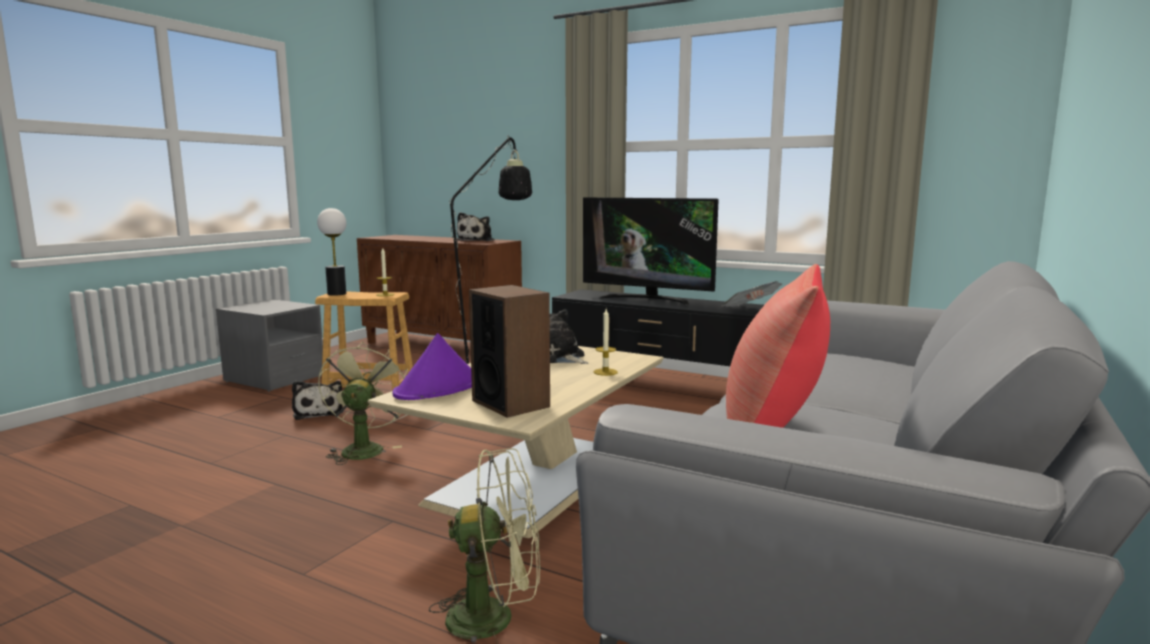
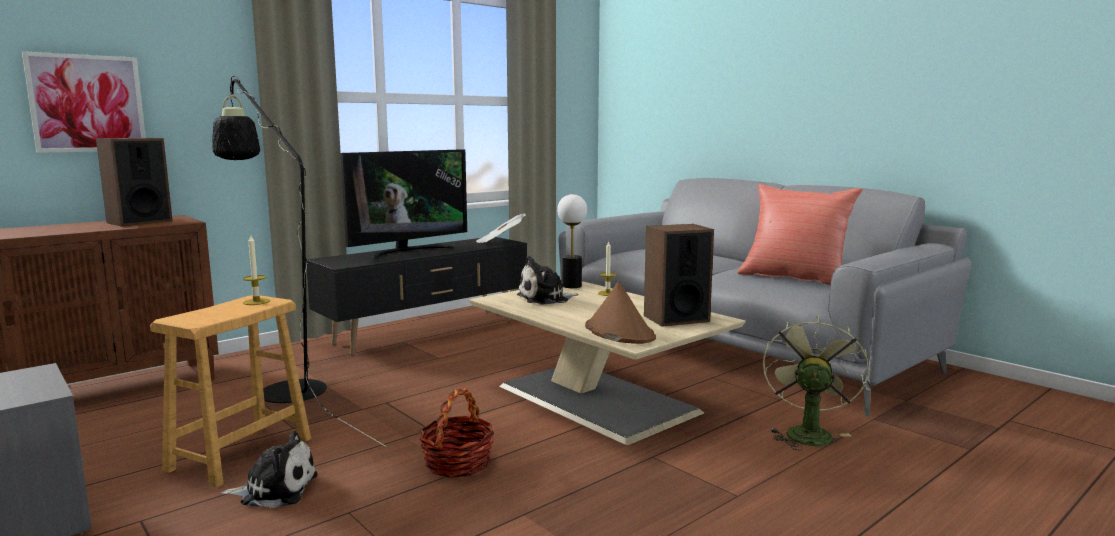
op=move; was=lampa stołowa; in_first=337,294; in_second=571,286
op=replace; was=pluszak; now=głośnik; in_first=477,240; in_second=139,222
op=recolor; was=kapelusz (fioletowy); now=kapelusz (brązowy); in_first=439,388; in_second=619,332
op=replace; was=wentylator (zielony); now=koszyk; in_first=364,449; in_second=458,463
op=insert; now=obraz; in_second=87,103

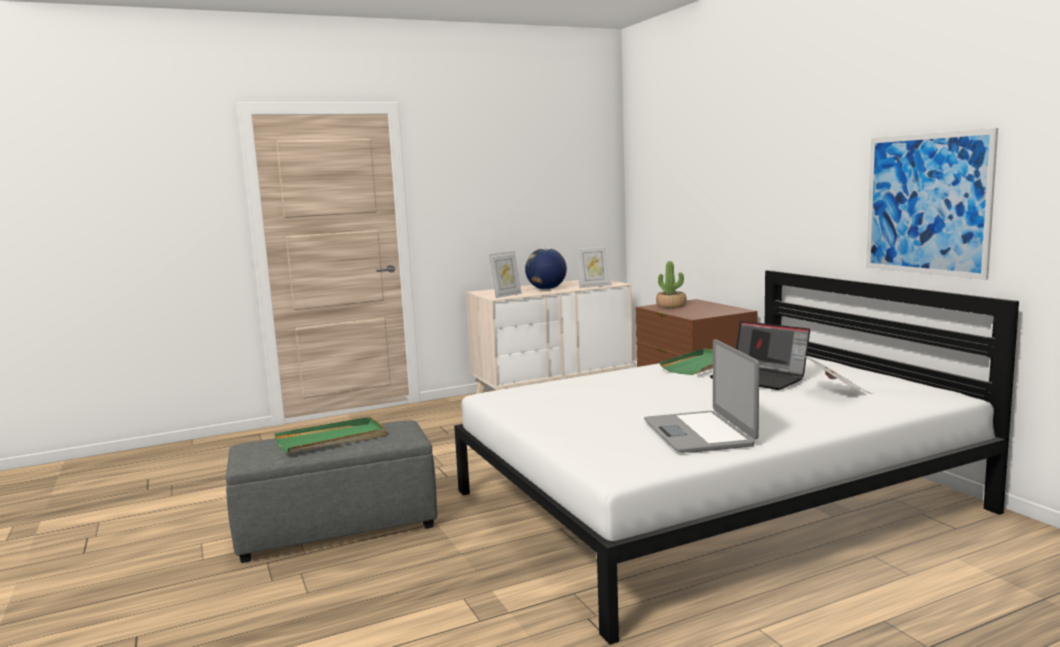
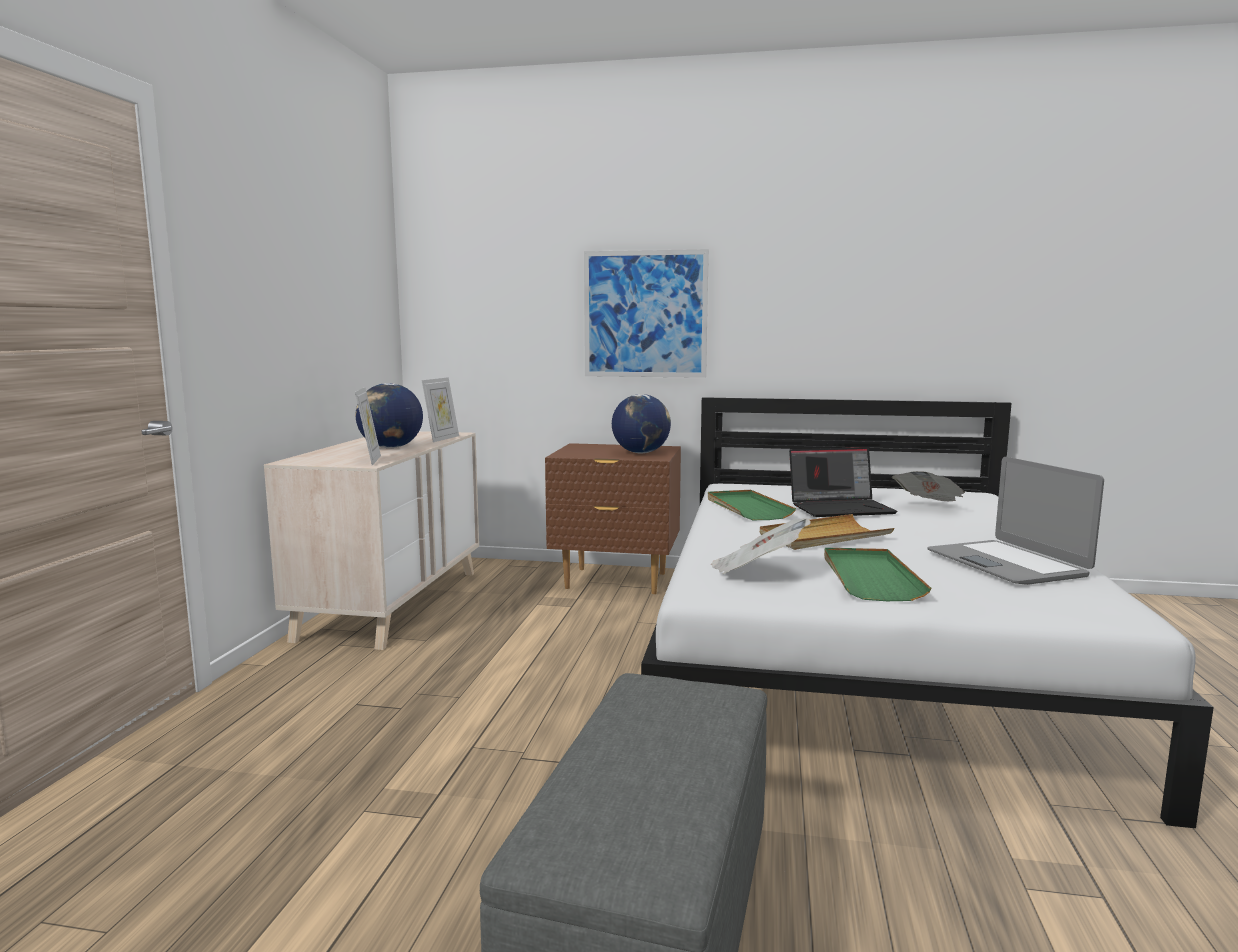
op=move; was=obraz; in_first=926,204; in_second=645,314
op=delete; was=roślina doniczkowa; in_first=671,306
op=rotate; was=laptop; in_first=699,433; in_second=1007,564; clockwise=45
op=move; was=taca (zielony); in_first=332,439; in_second=869,578
op=insert; now=globus; in_second=641,453
op=insert; now=taca (beżowy); in_second=824,537
op=insert; now=gazeta; in_second=757,571

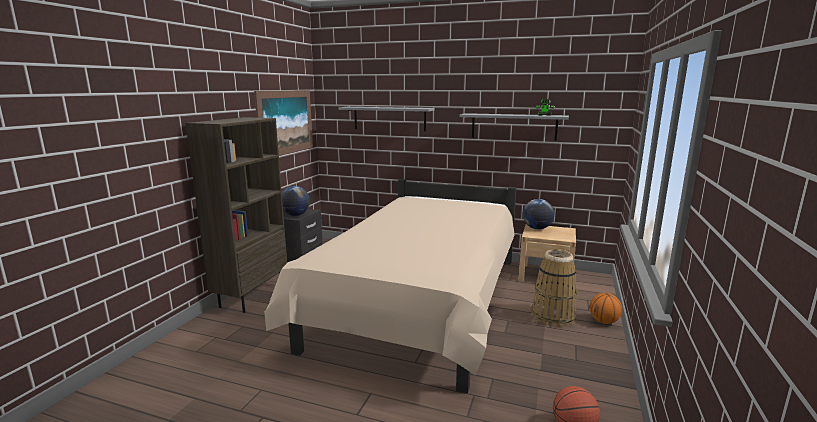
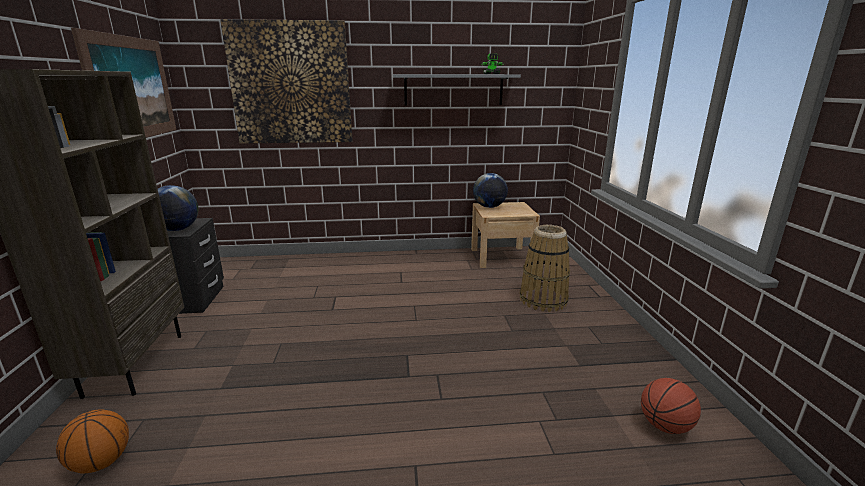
op=replace; was=półka (szary); now=obraz; in_first=389,118; in_second=291,84
op=delete; was=łóżko (beżowy); in_first=420,304
op=move; was=piłka do koszykówki; in_first=603,321; in_second=101,462

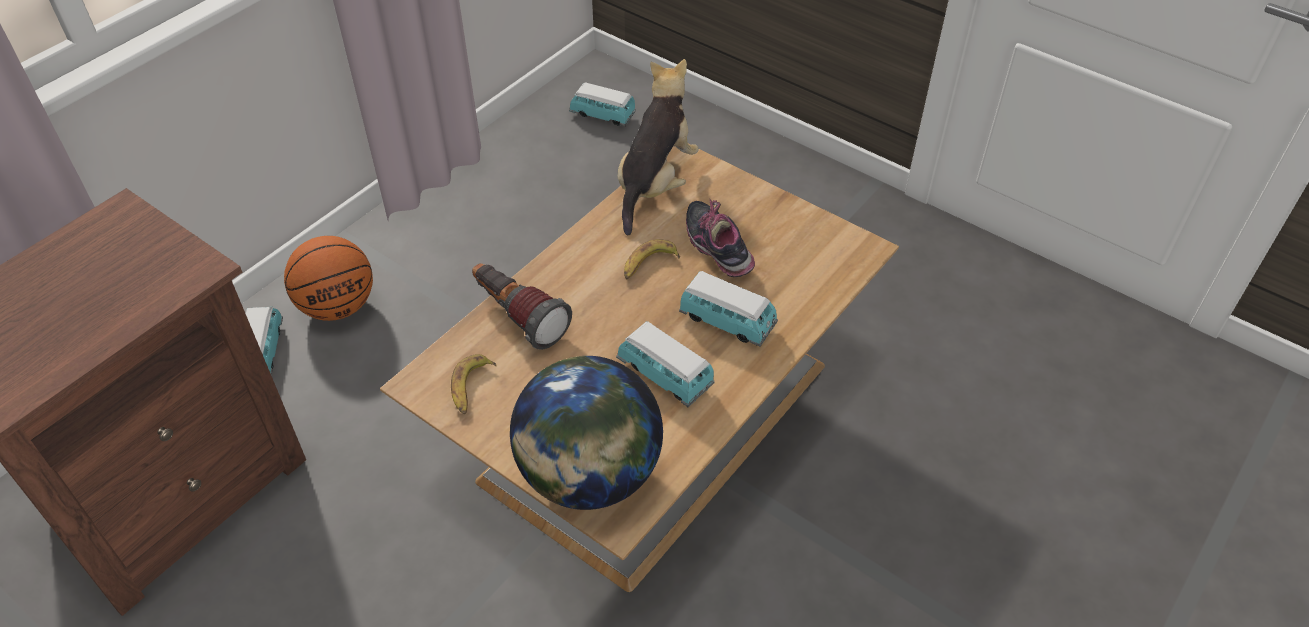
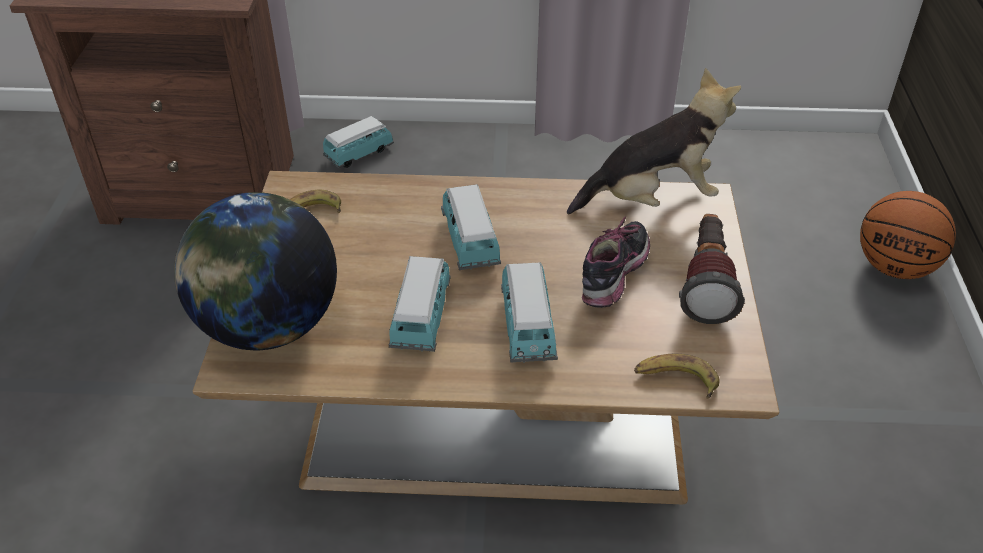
op=move; was=samochodzik; in_first=602,115; in_second=470,242
op=move; was=piłka do koszykówki; in_first=338,306; in_second=894,267
op=move; was=banan; in_first=648,265; in_second=675,380
op=move; was=latarka; in_first=518,317; in_second=706,283

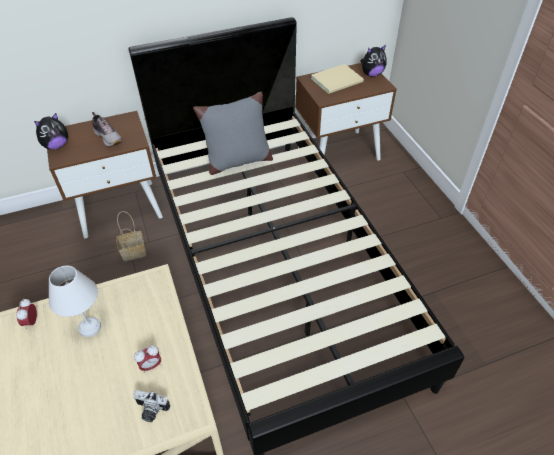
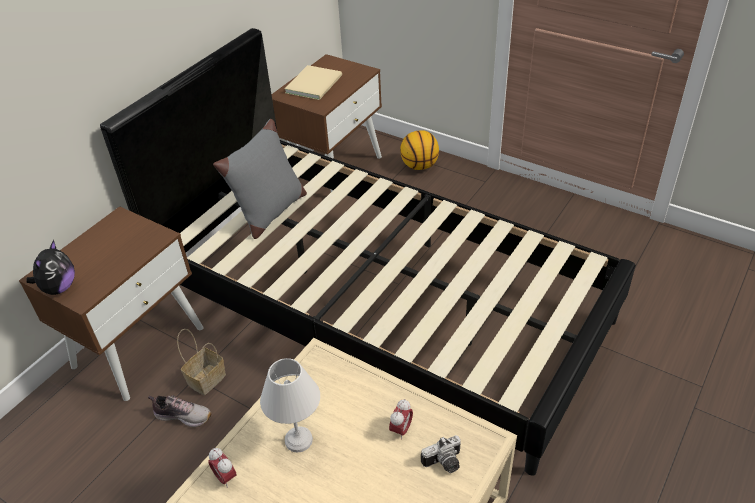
op=delete; was=pluszak; in_first=371,74
op=move; was=but; in_first=108,137; in_second=183,415
op=insert; now=piłka do koszykówki; in_second=419,166

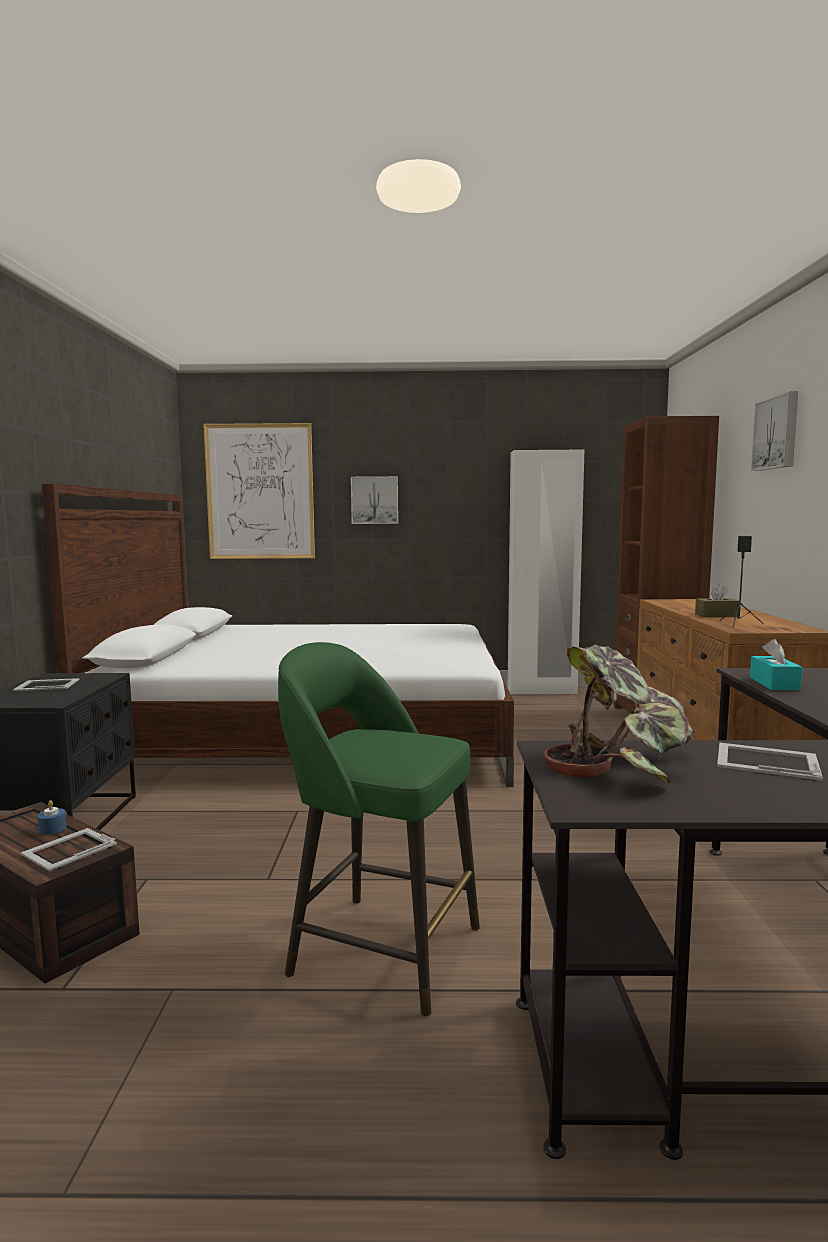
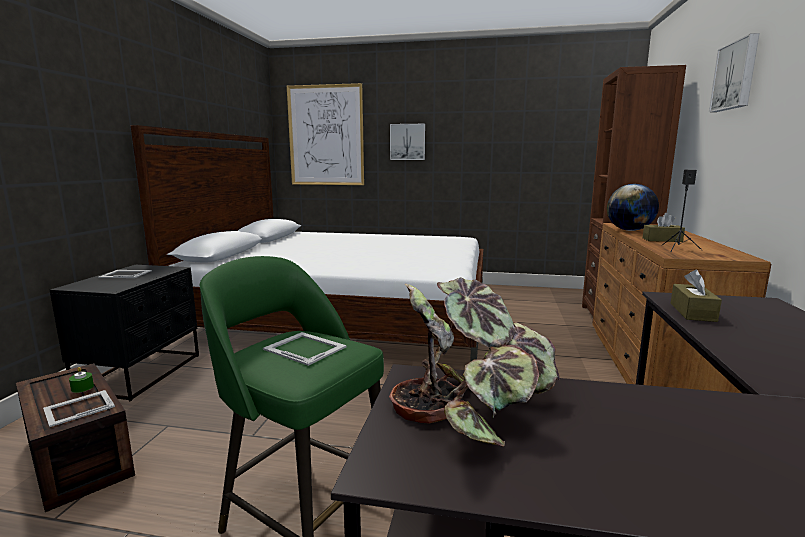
op=delete; was=szafa (biały); in_first=542,691
op=recolor; was=pudełko chusteczek (turkusowy); now=pudełko chusteczek (brązowy); in_first=774,683; in_second=692,312
op=move; was=ramka na zdjęcie; in_first=765,760; in_second=304,347
op=recolor; was=świeca (niebieski); now=świeca (zielony); in_first=52,829; in_second=82,388
op=insert; now=globus; in_second=629,230

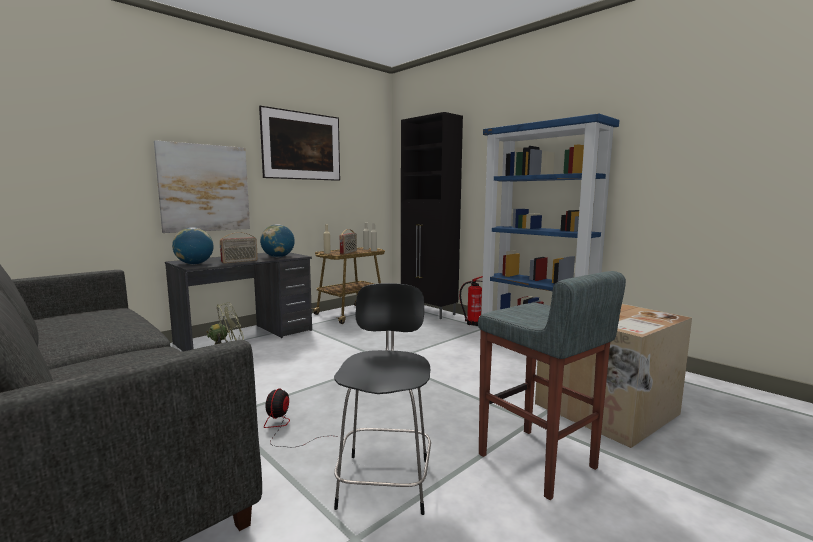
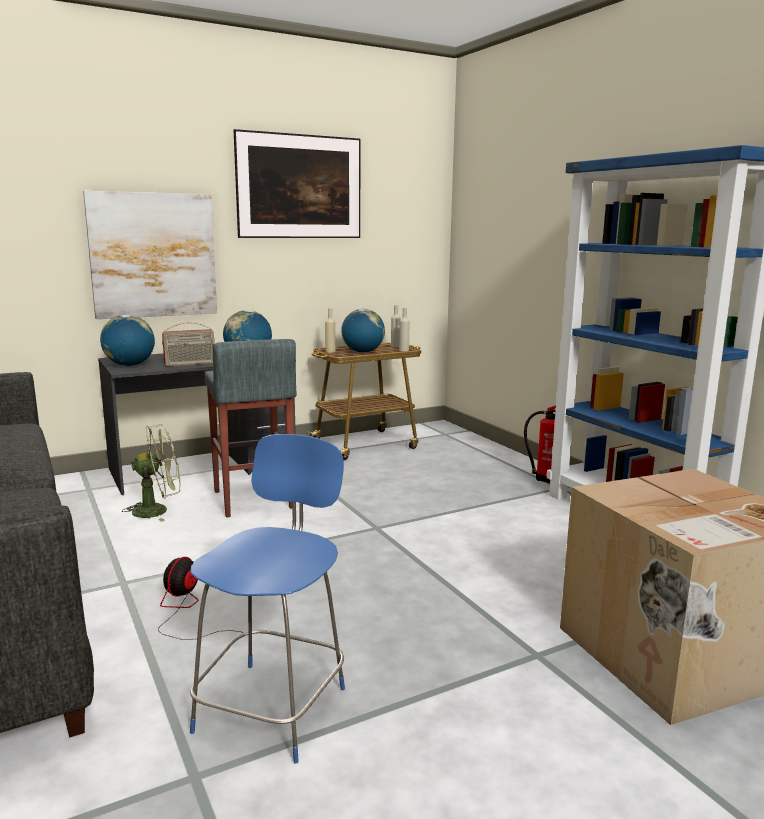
op=delete; was=szafka (czarny); in_first=429,312
op=replace; was=radio; now=globus; in_first=349,252; in_second=363,352
op=move; was=stołek (szary); in_first=537,462; in_second=252,500
op=recolor; was=krzesło (czarny); now=krzesło (niebieski); in_first=385,480; in_second=274,705

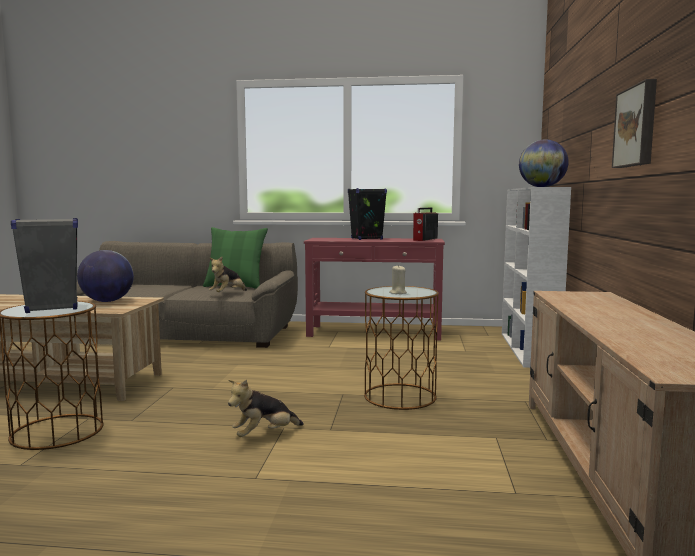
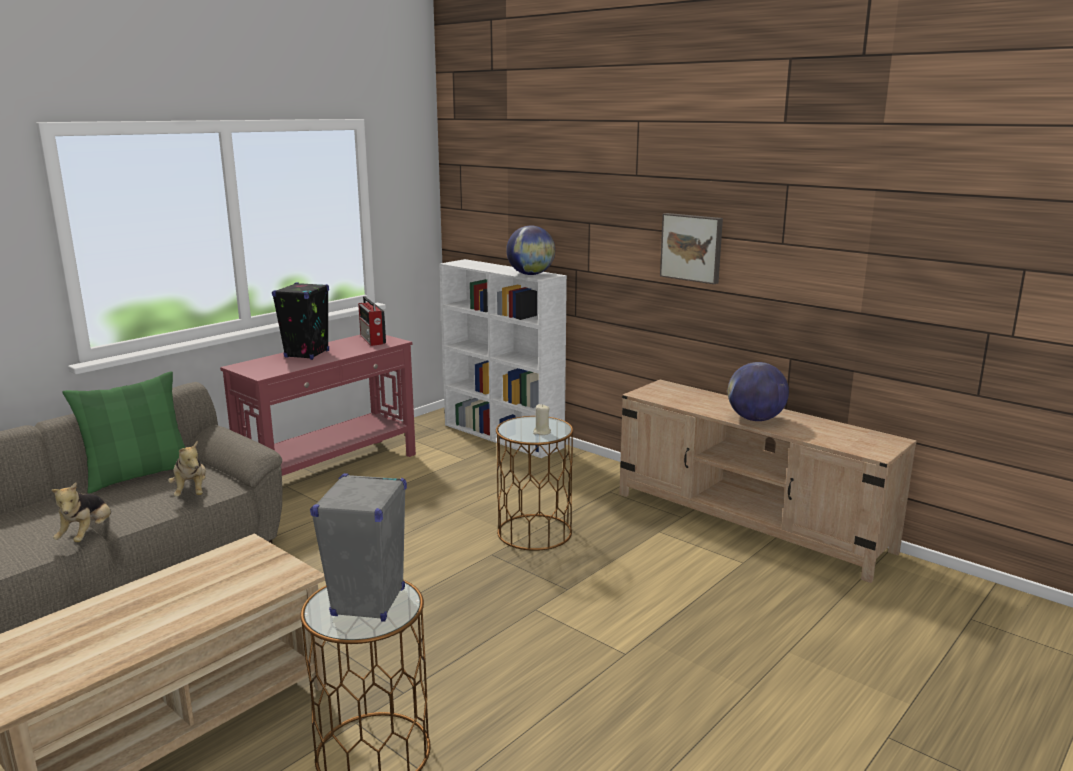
op=move; was=globus; in_first=107,301; in_second=755,419
op=move; was=pluszak; in_first=264,435; in_second=87,535

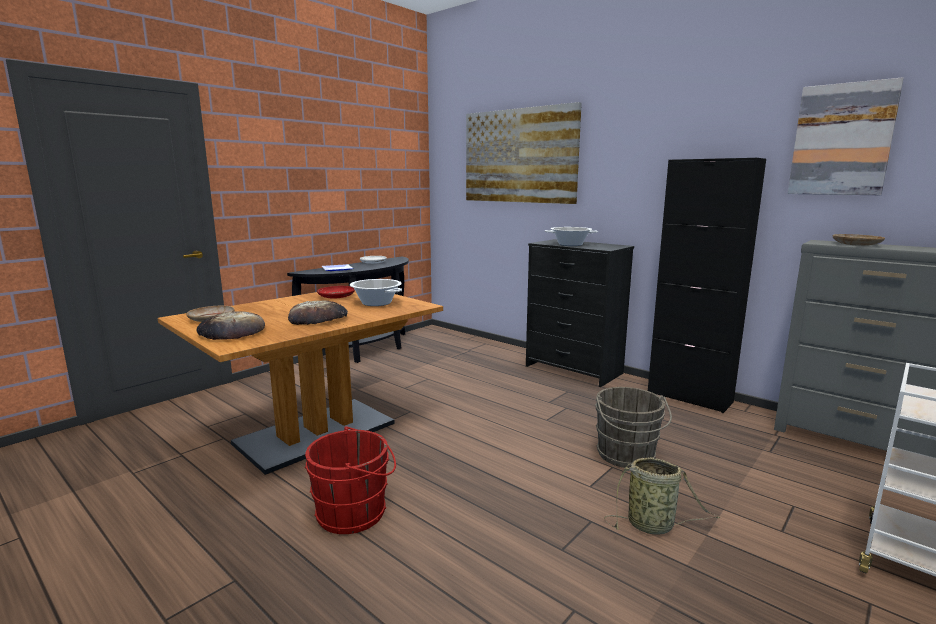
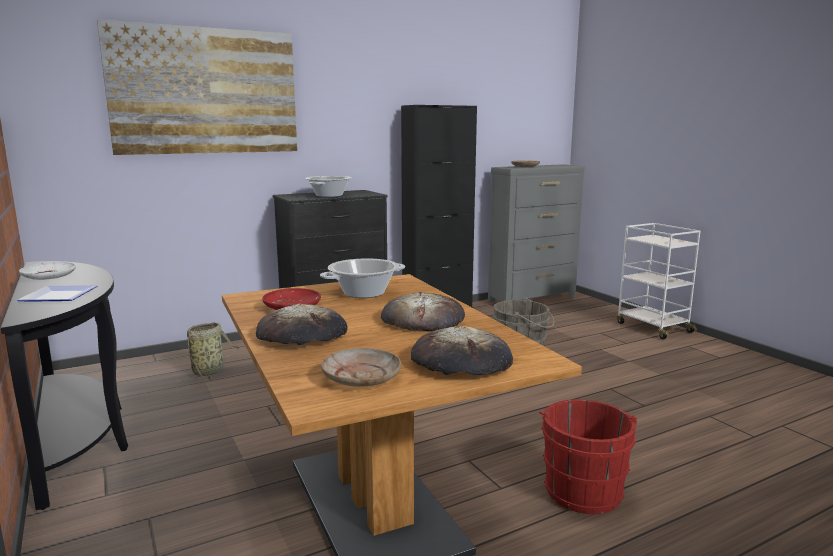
op=delete; was=obraz; in_first=842,140
op=move; was=koszyk; in_first=653,525; in_second=210,371
op=insert; now=chleb; in_second=302,334

